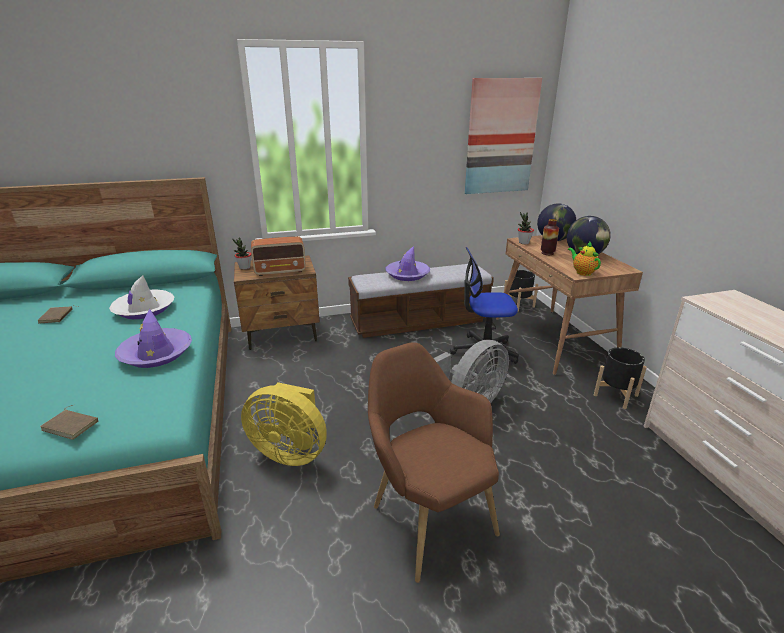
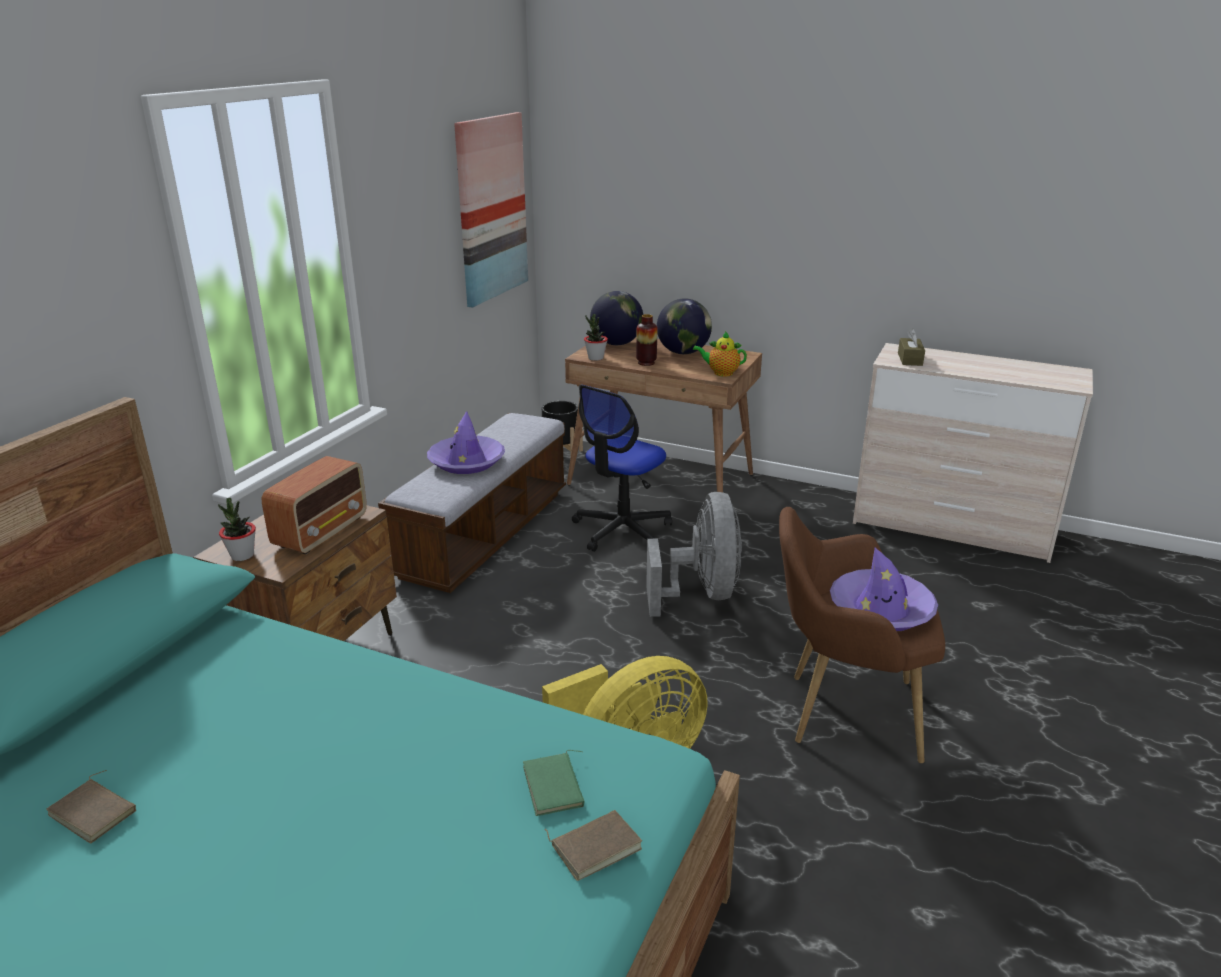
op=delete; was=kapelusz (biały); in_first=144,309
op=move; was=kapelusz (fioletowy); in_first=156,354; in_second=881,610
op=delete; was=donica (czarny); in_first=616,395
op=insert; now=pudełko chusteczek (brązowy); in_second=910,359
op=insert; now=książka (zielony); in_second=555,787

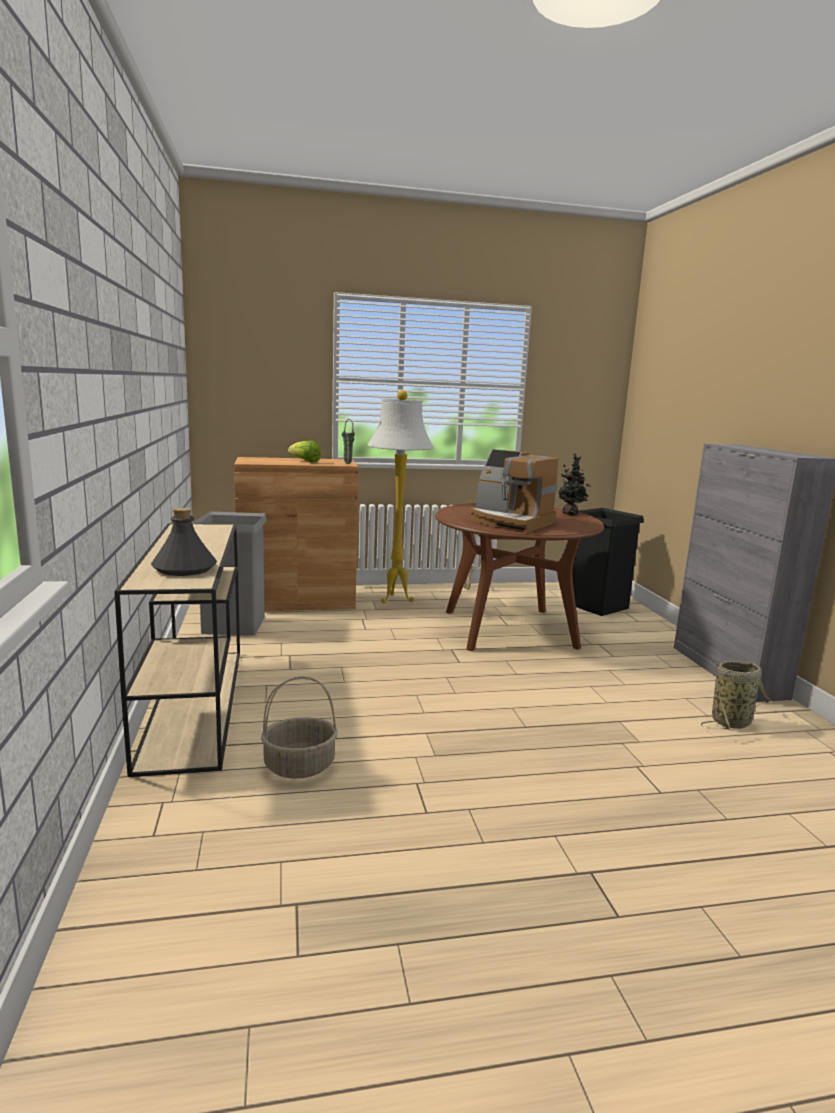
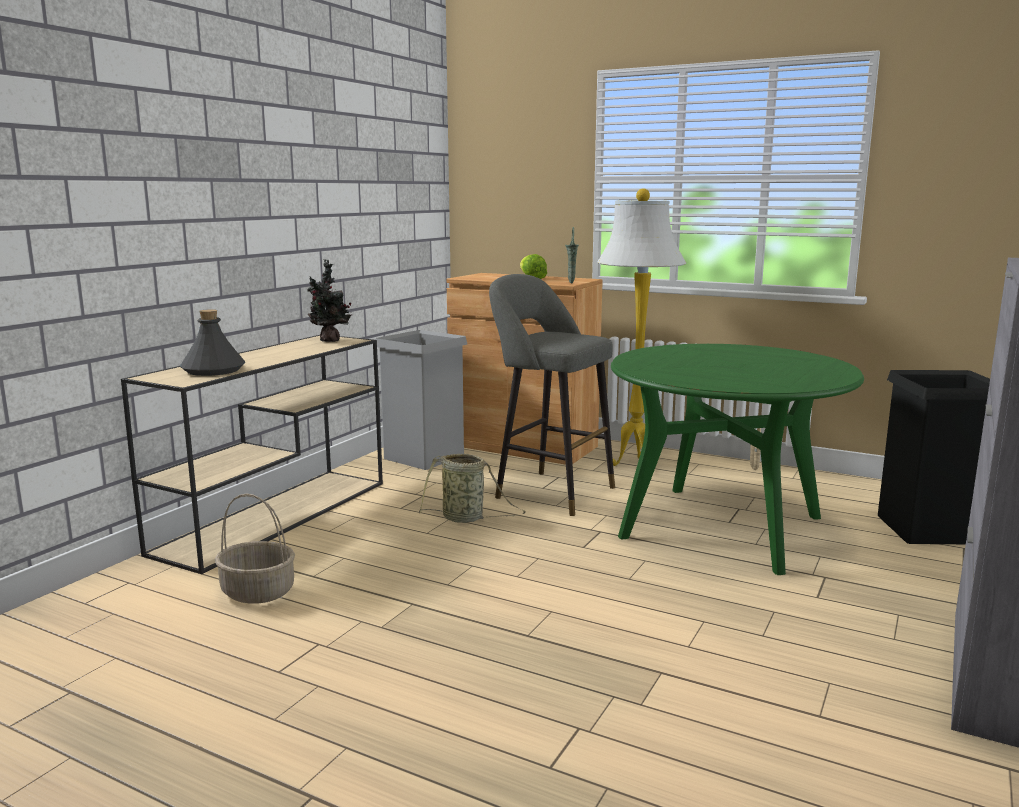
op=delete; was=ekspres do kawy; in_first=510,522
op=move; was=roślina doniczkowa; in_first=571,514; in_second=330,341
op=recolor; was=stół jadalny (brązowy); now=stół jadalny (zielony); in_first=509,629; in_second=722,527
op=move; was=koszyk; in_first=732,722; in_second=466,518
op=insert; now=stołek (szary); in_second=549,491

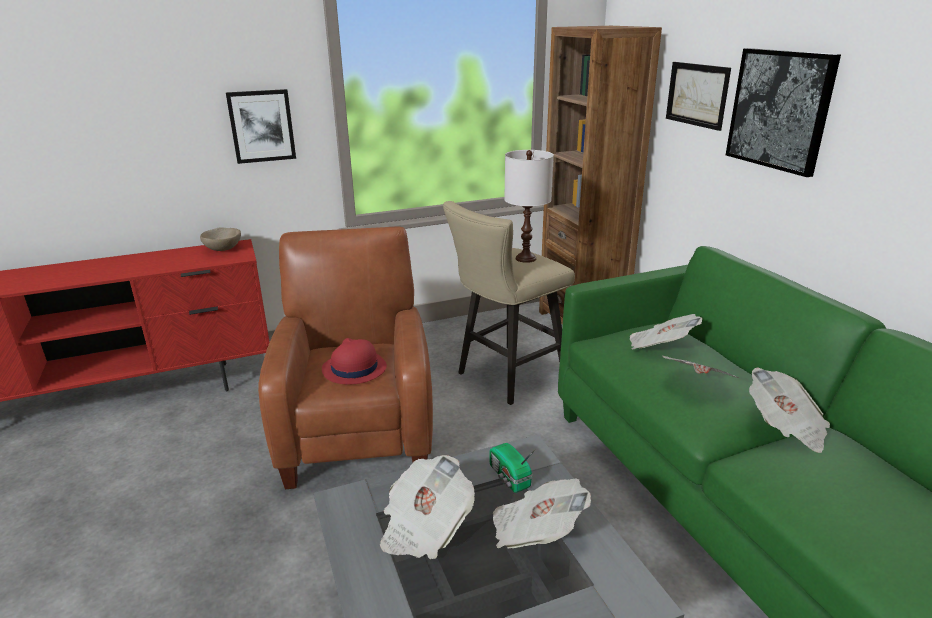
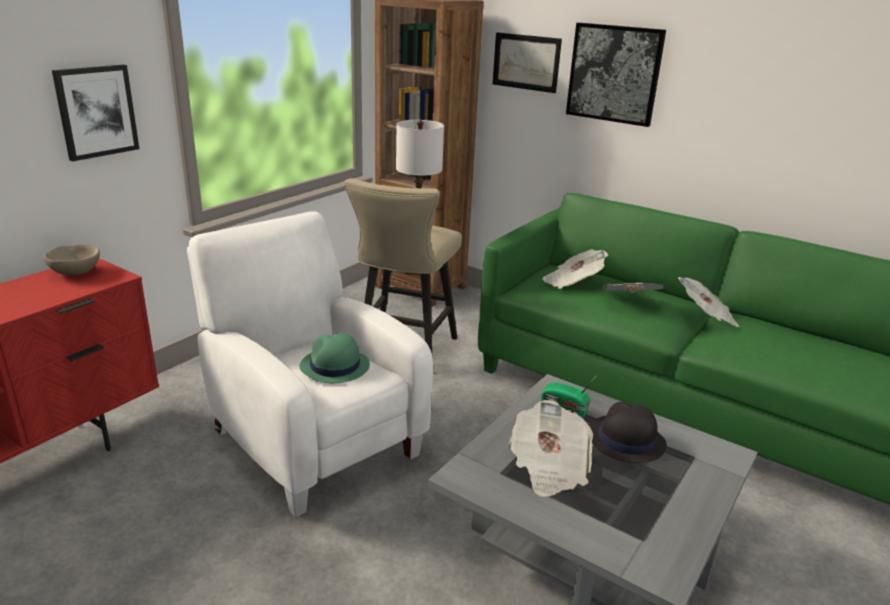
op=recolor; was=fotel (brązowy); now=fotel (biały); in_first=359,429; in_second=311,438
op=recolor; was=kapelusz (czerwony); now=kapelusz (zielony); in_first=354,369; in_second=334,366
op=replace; was=gazeta; now=kapelusz (czarny); in_first=536,532; in_second=625,440

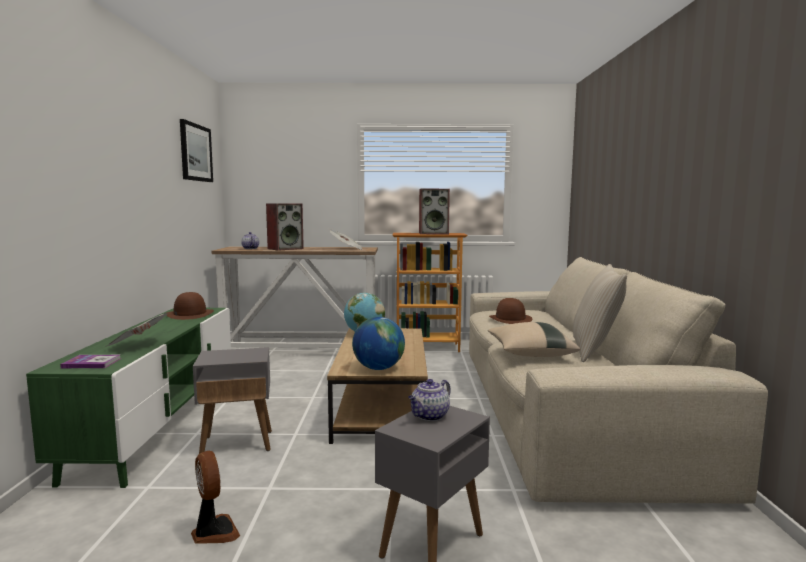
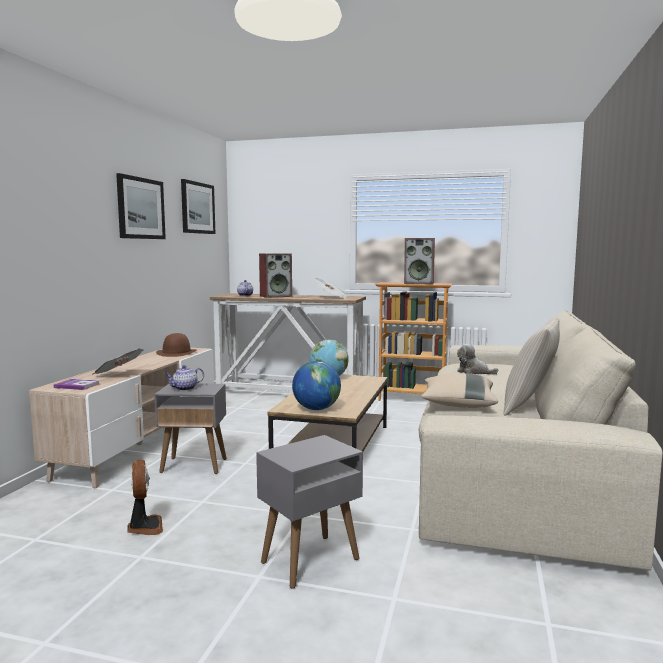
op=replace; was=kapelusz (brązowy); now=pluszak; in_first=510,319; in_second=474,372
op=recolor; was=szafka pod telewizor (zielony); now=szafka pod telewizor (beżowy); in_first=159,423; in_second=141,444
op=move; was=imbryk; in_first=429,416; in_second=184,388
op=insert; now=obraz; in_second=140,208

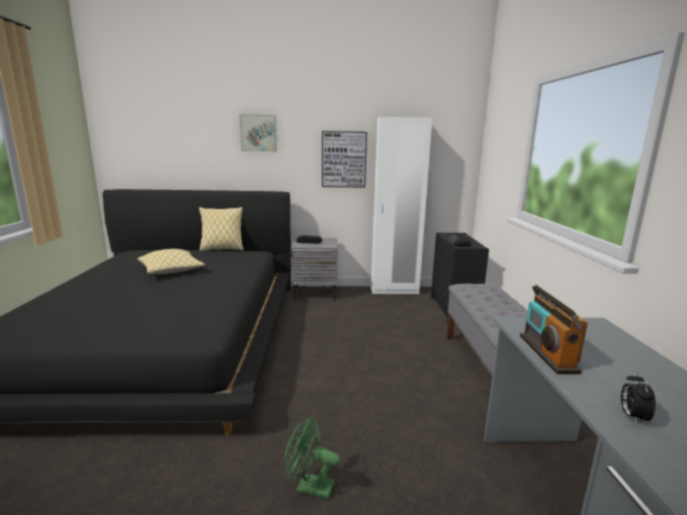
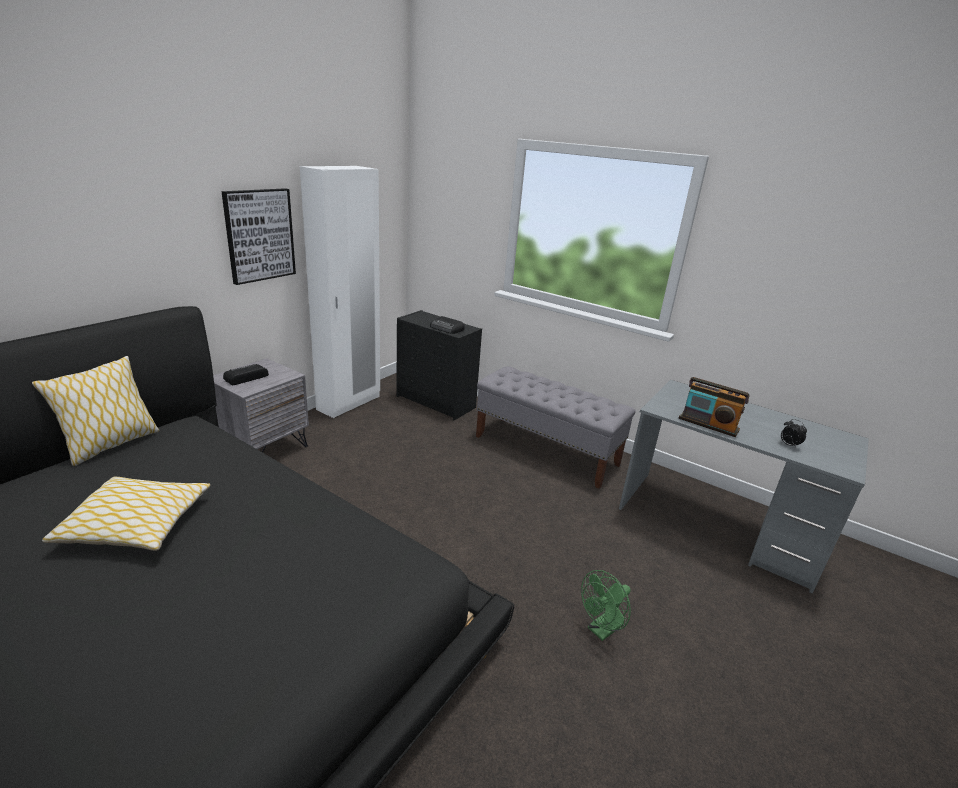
op=delete; was=obraz; in_first=258,133

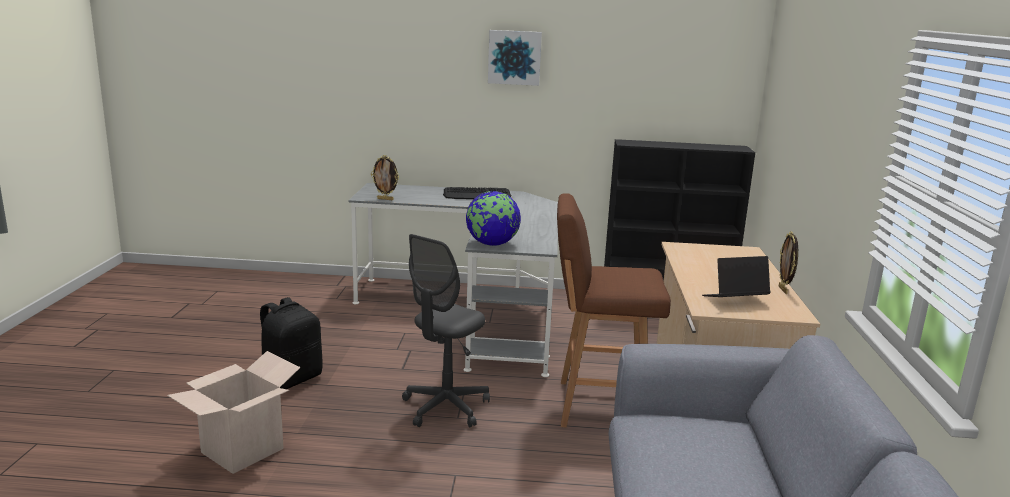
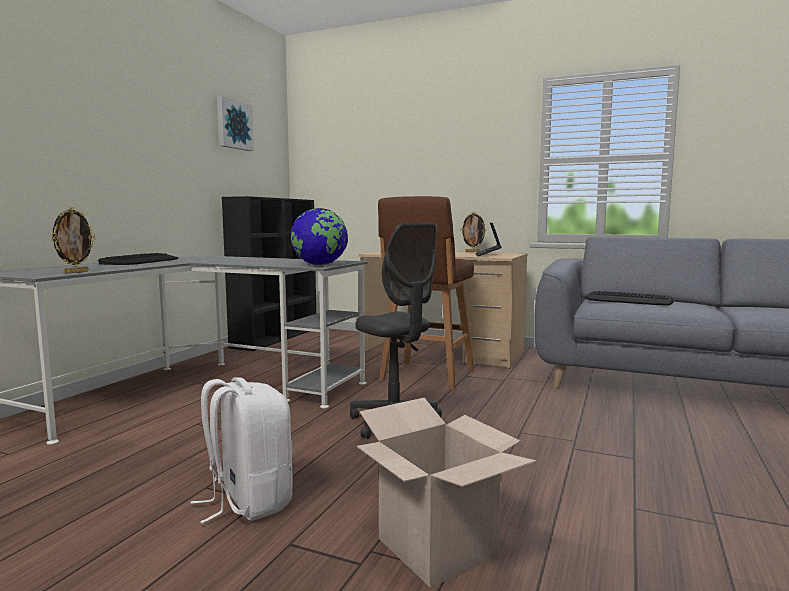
op=move; was=obraz; in_first=514,57; in_second=233,125
op=recolor; was=plecak (czarny); now=plecak (biały); in_first=291,379; in_second=248,501
op=insert; now=klawiatura; in_second=629,300

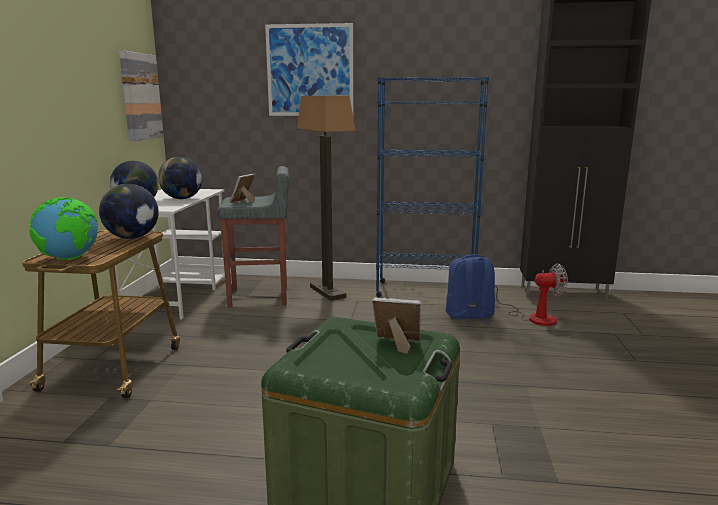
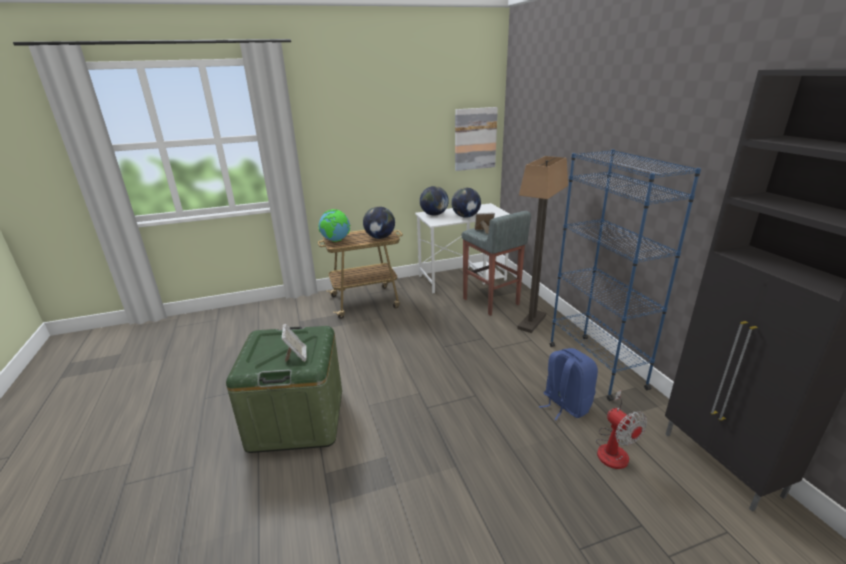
op=delete; was=obraz; in_first=310,70

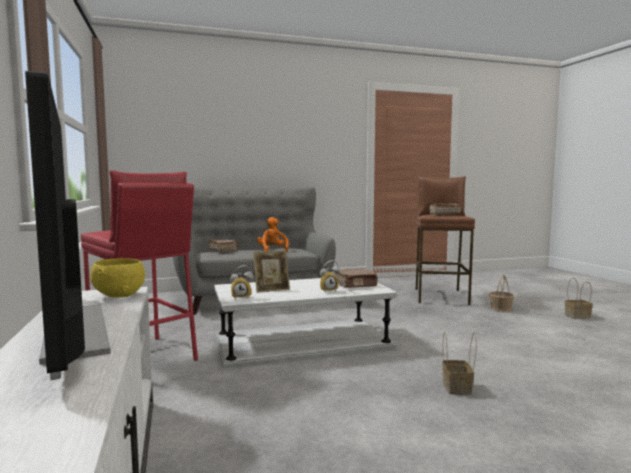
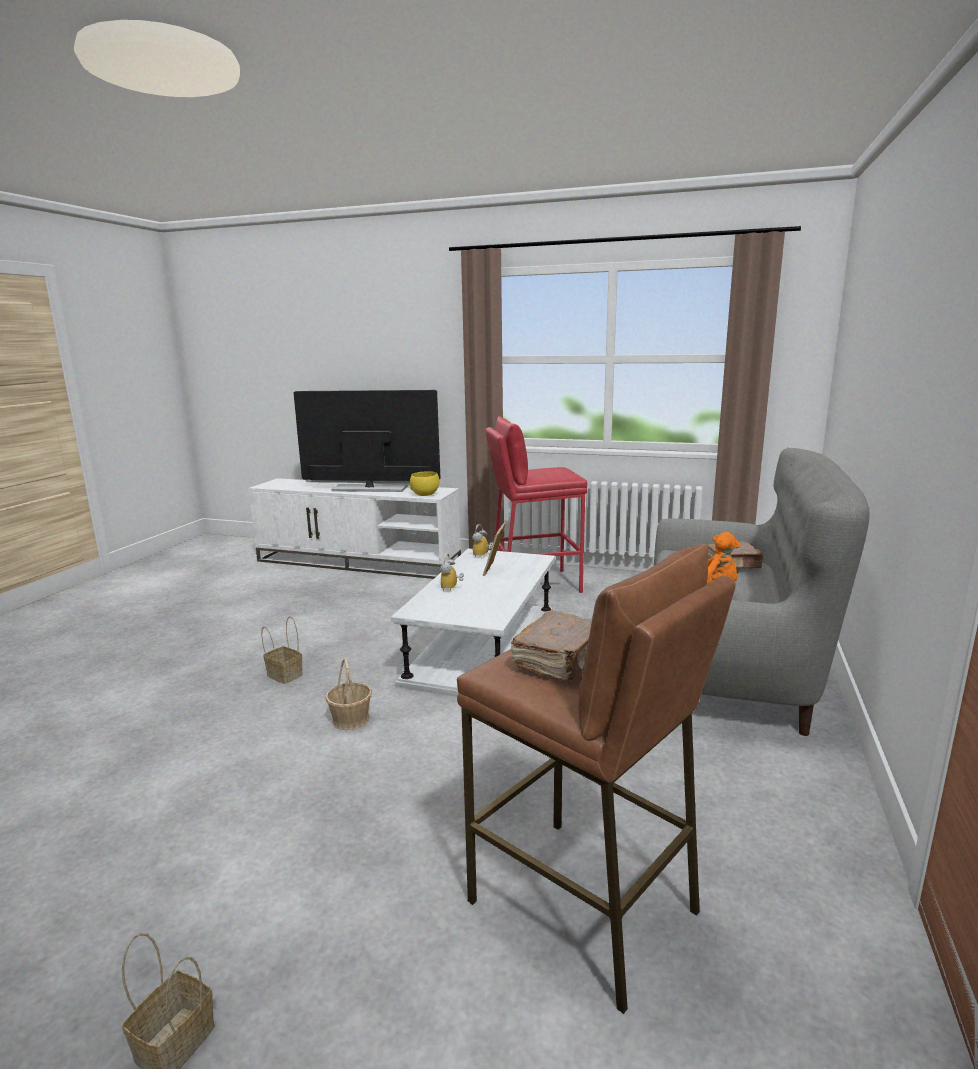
op=delete; was=książka (brązowy); in_first=356,285
op=move; was=koszyk; in_first=500,309; in_second=351,719

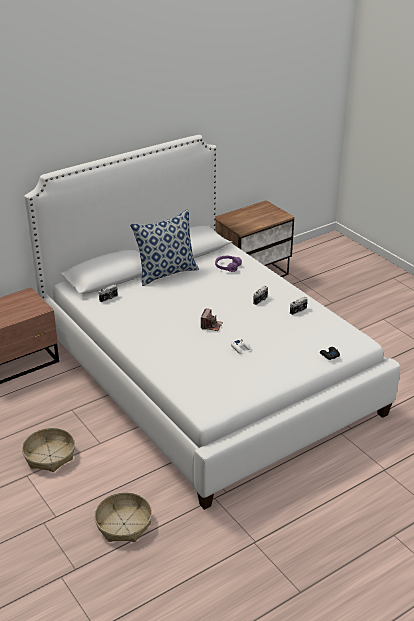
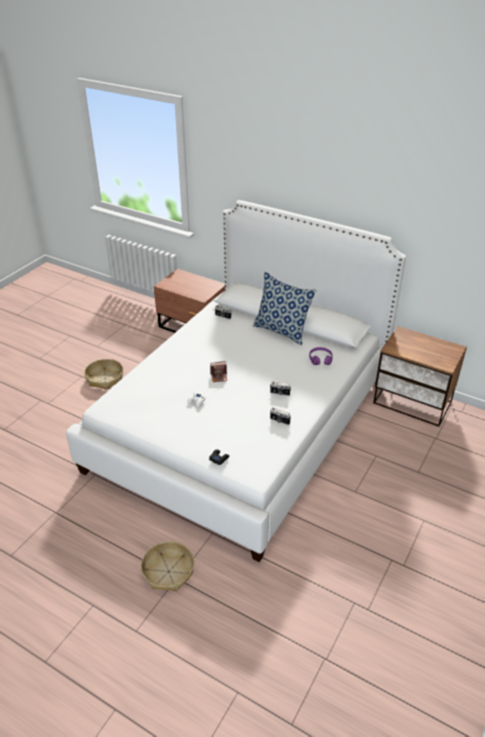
op=move; was=koszyk; in_first=124,524; in_second=168,572

